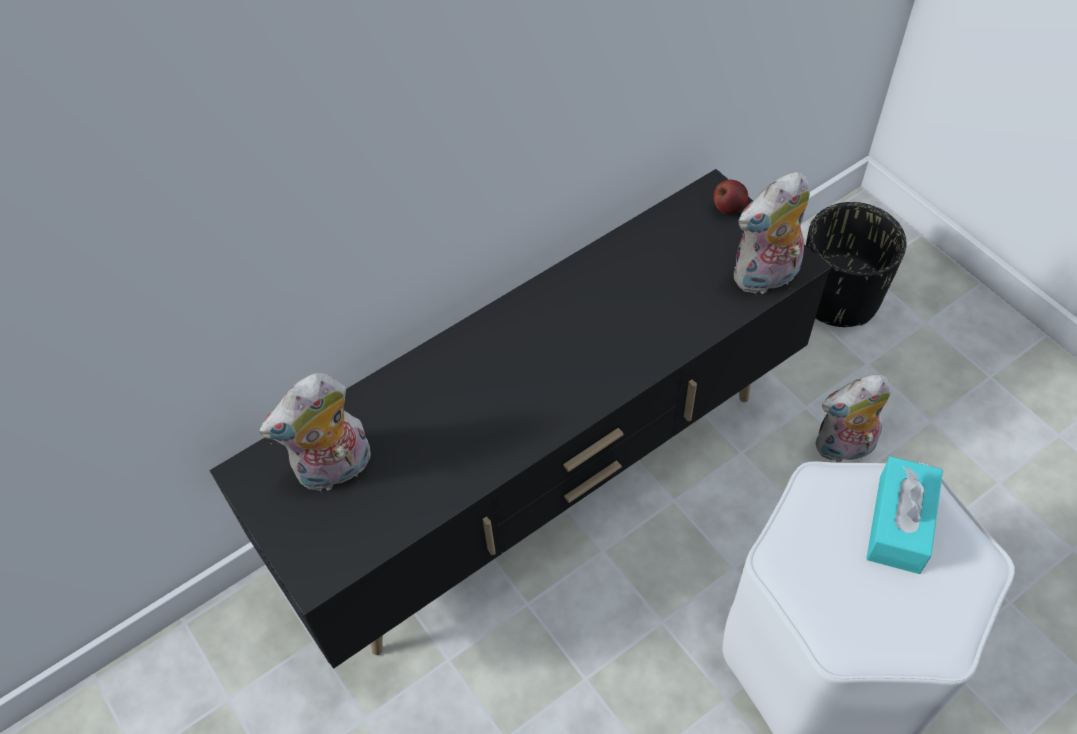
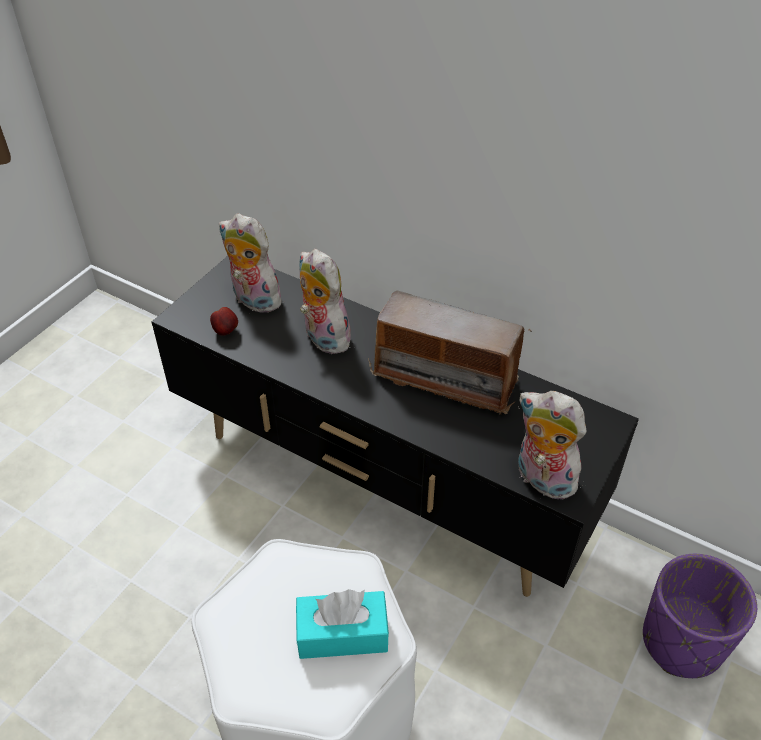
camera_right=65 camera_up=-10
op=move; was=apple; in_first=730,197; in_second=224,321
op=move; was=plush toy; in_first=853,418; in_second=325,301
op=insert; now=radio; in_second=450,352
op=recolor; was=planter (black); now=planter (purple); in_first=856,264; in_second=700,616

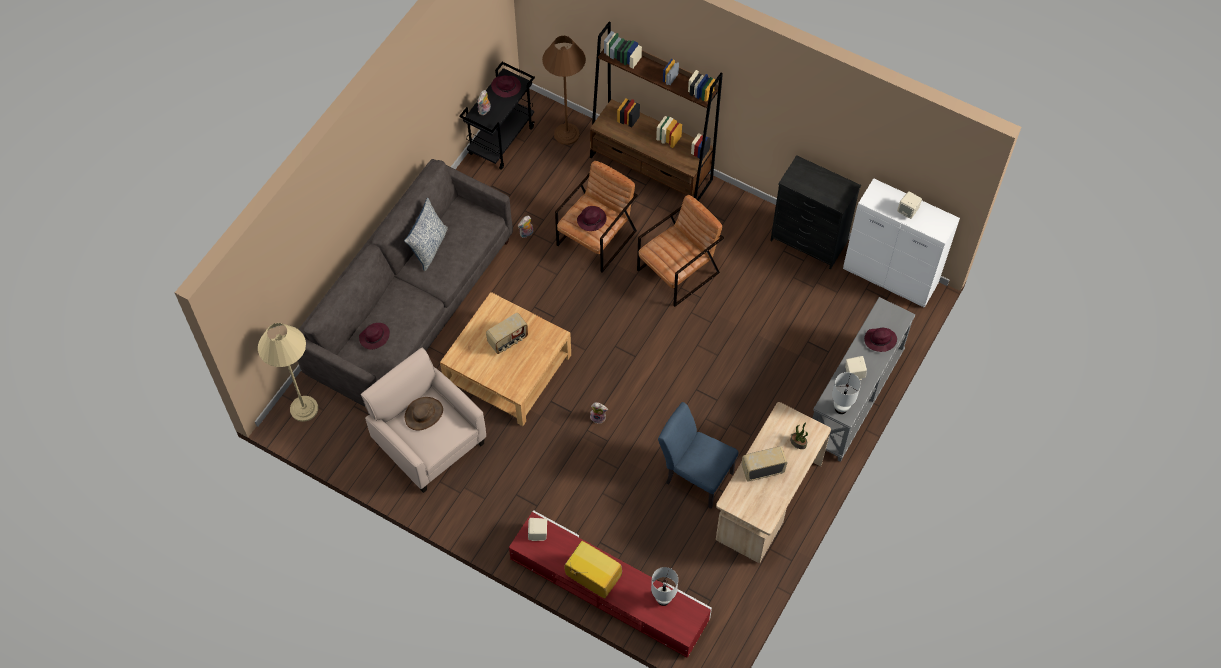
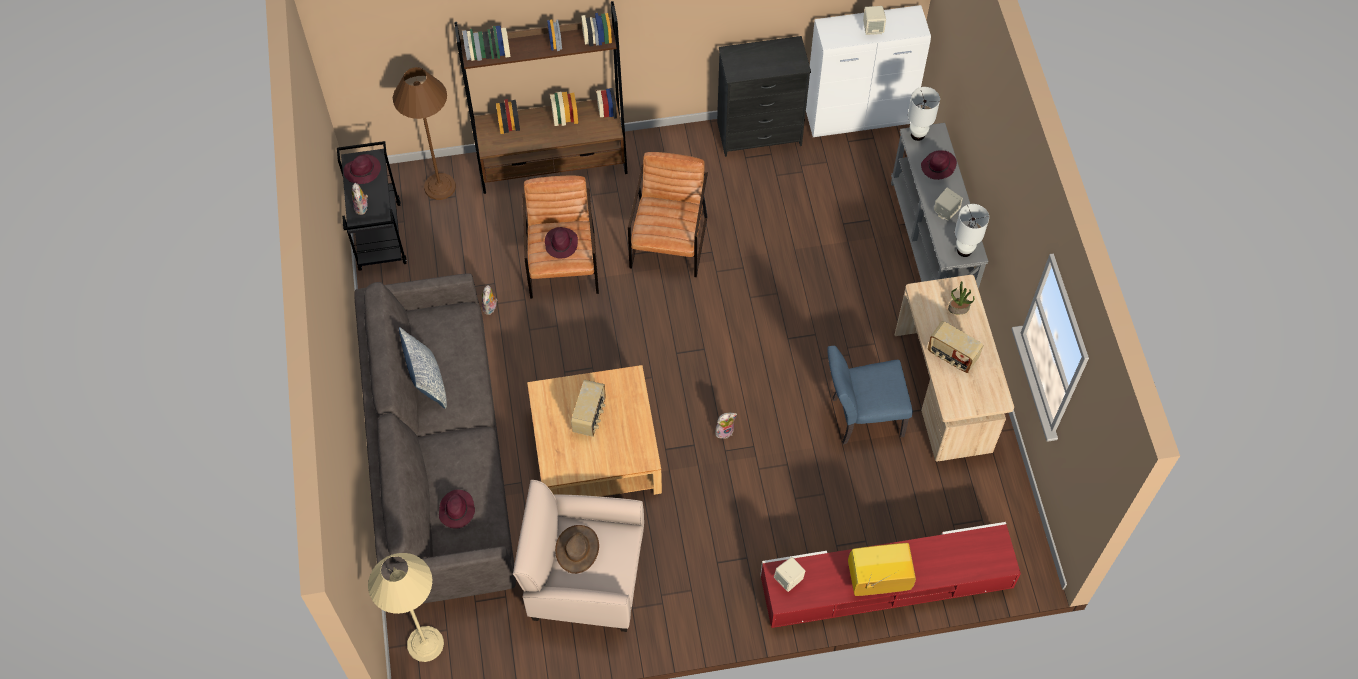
camera_right=-40 camera_up=0
op=move; was=table lamp (white); in_first=664,586; in_second=924,114
op=rotate; was=radio; in_first=764,463; in_second=956,347; clockwise=-90

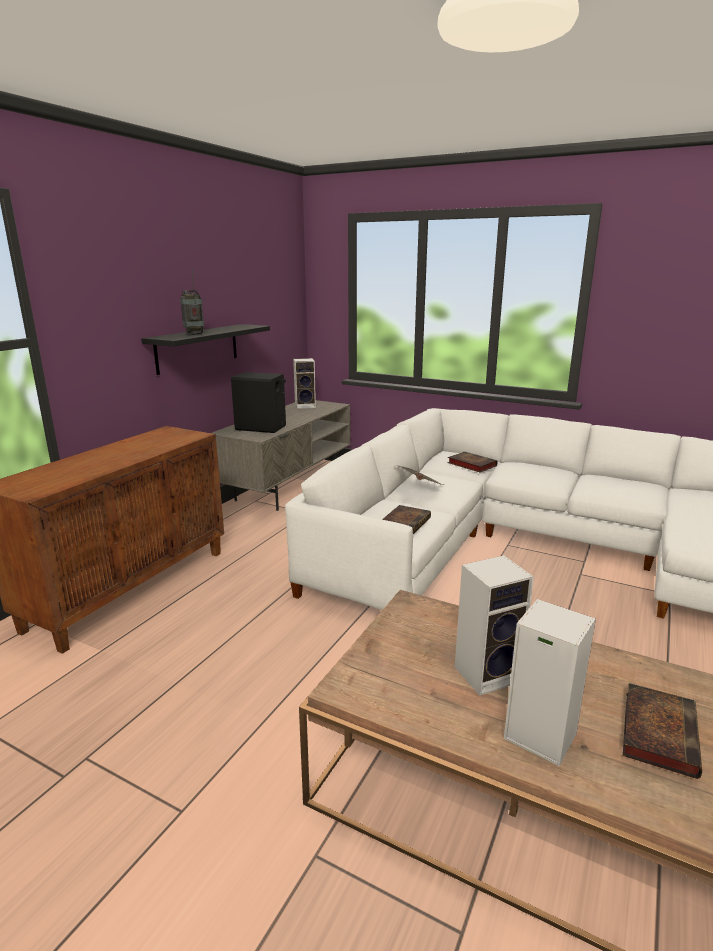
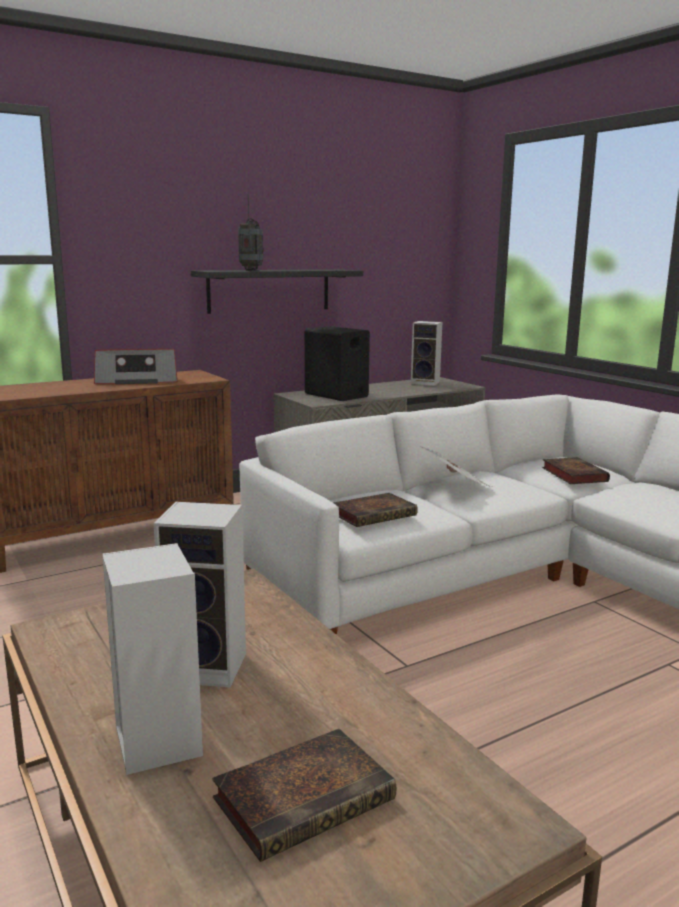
camera_right=30 camera_up=-5
op=insert; now=radio; in_second=135,366

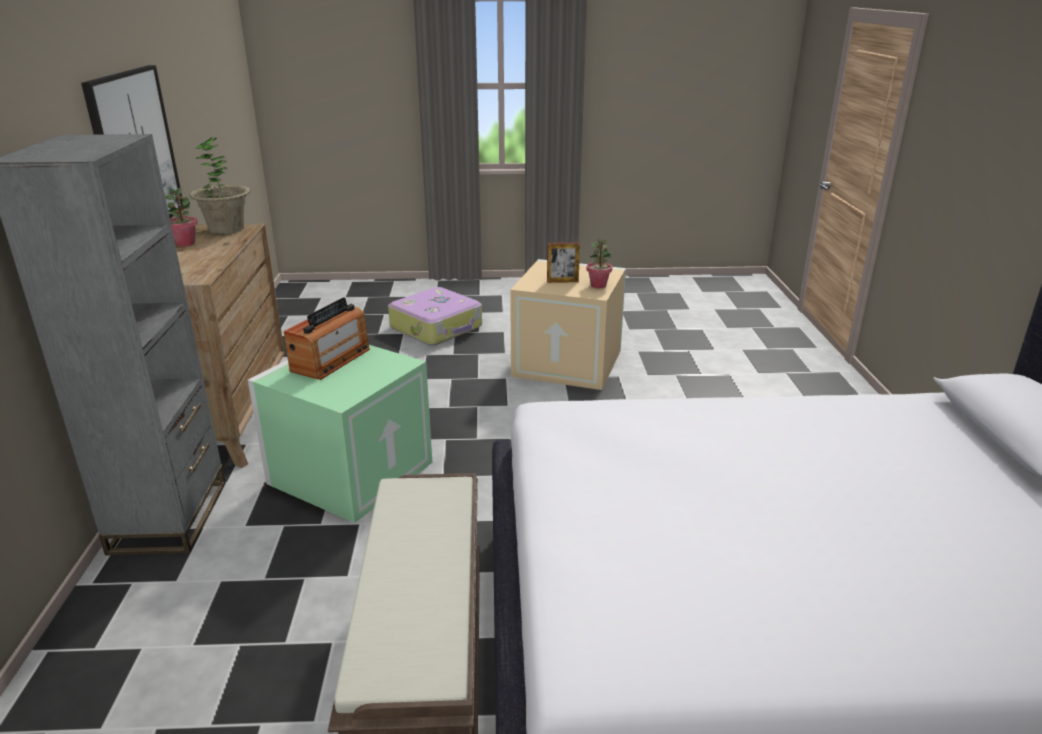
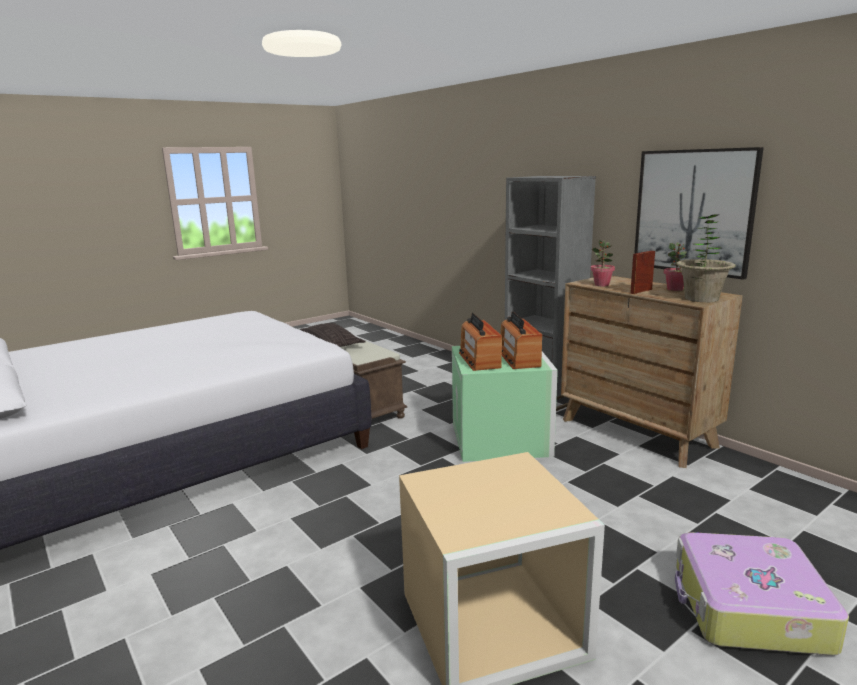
camera_right=145 camera_up=-10
op=insert; now=pillow; in_second=333,335
op=insert; now=radio; in_second=480,342
op=move; was=potted plant; in_first=599,263; in_second=603,263
op=move; was=picture frame; in_first=563,262; in_second=642,272

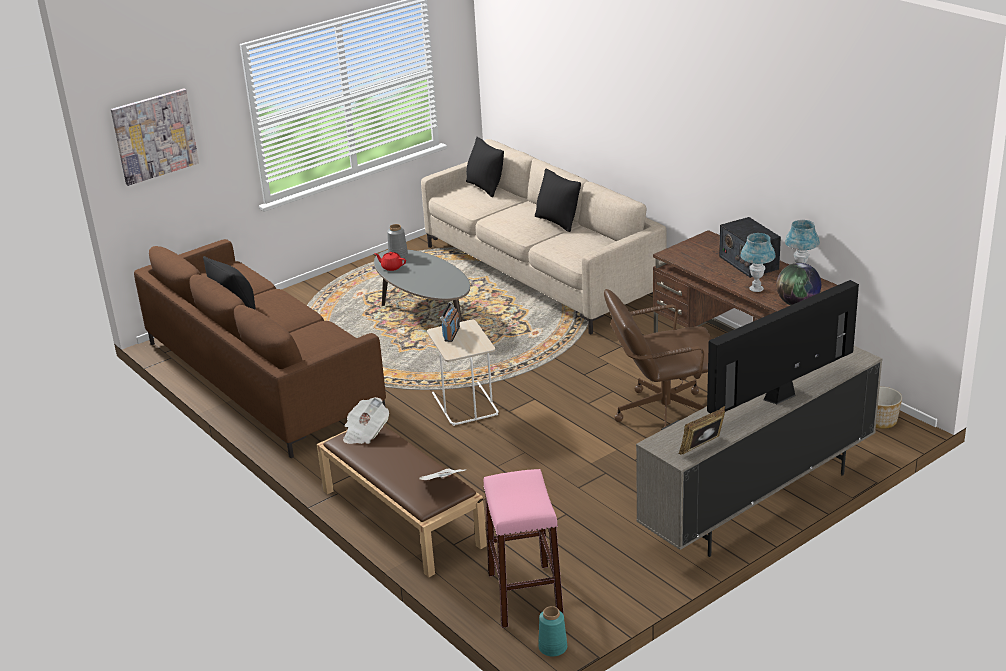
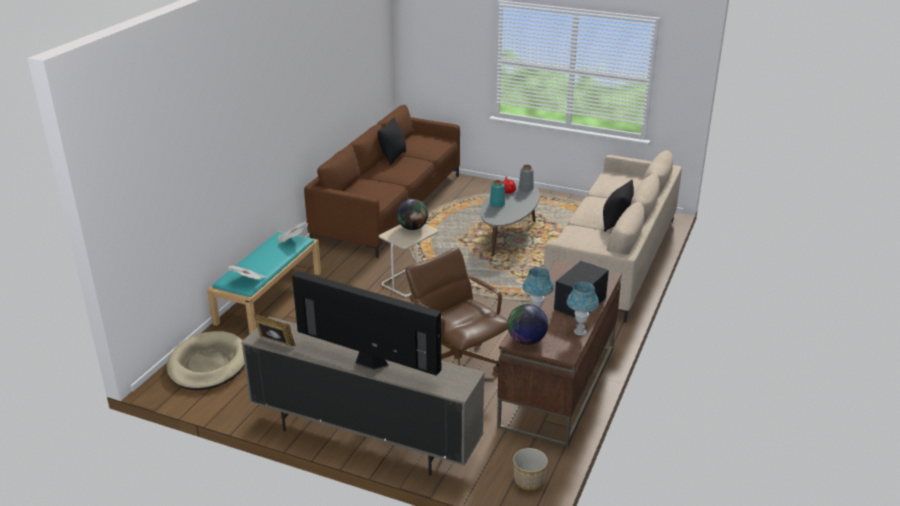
camera_right=60 camera_up=0
op=replace; was=stool (pink); now=dog bed (beige); in_first=523,548; in_second=206,360
op=recolor; was=bench (brown); now=bench (turquoise); in_first=402,501; in_second=264,282
op=replace; was=radio; now=globe; in_first=450,322; in_second=412,214
op=move; was=vase (turquoise); in_first=553,631; in_second=497,193
op=delete; was=picture; in_first=155,137
op=delete; was=pillow (black); in_first=485,167

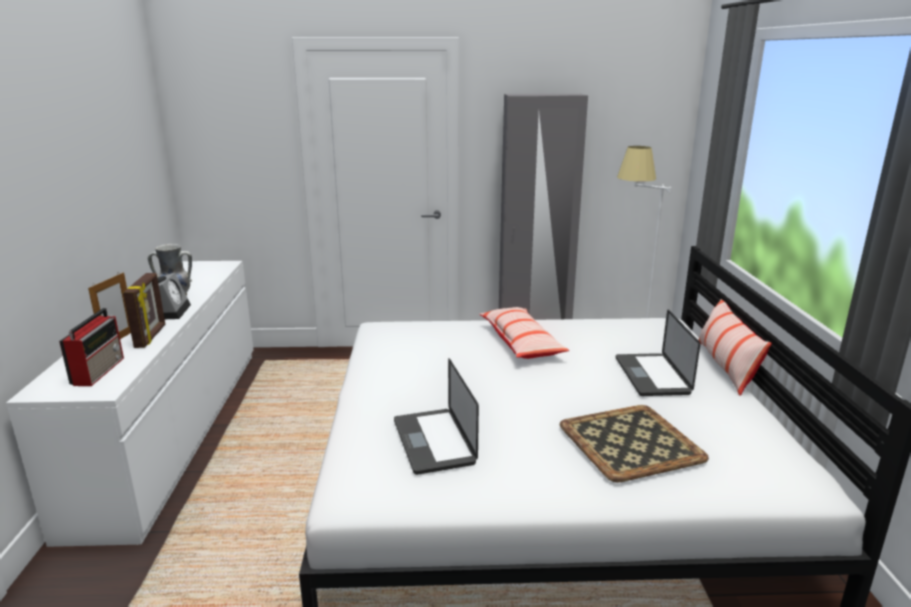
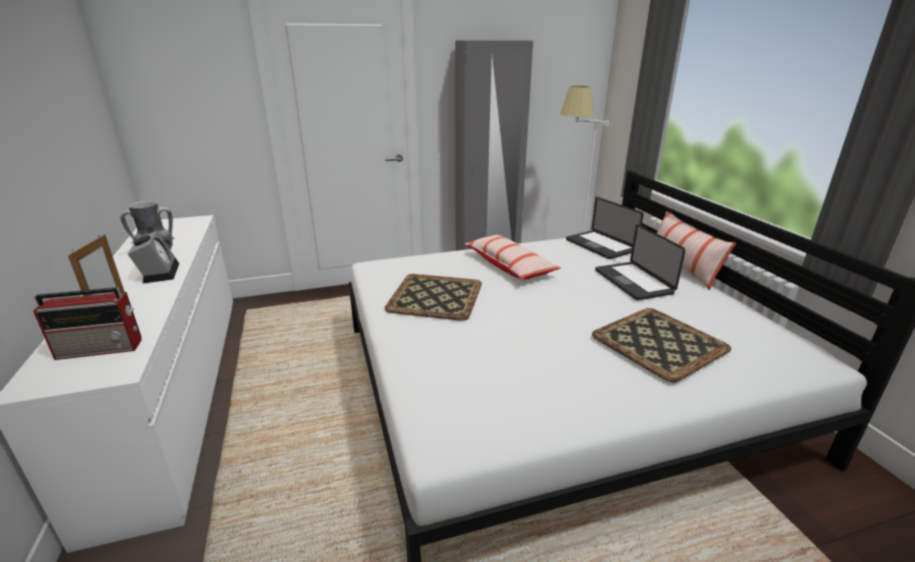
camera_right=-15 camera_up=5
op=rotate; was=radio; in_first=91,347; in_second=87,323; clockwise=90
op=insert; now=tray; in_second=433,297
op=move; was=laptop; in_first=436,416; in_second=605,228
op=delete; was=picture frame; in_first=144,310

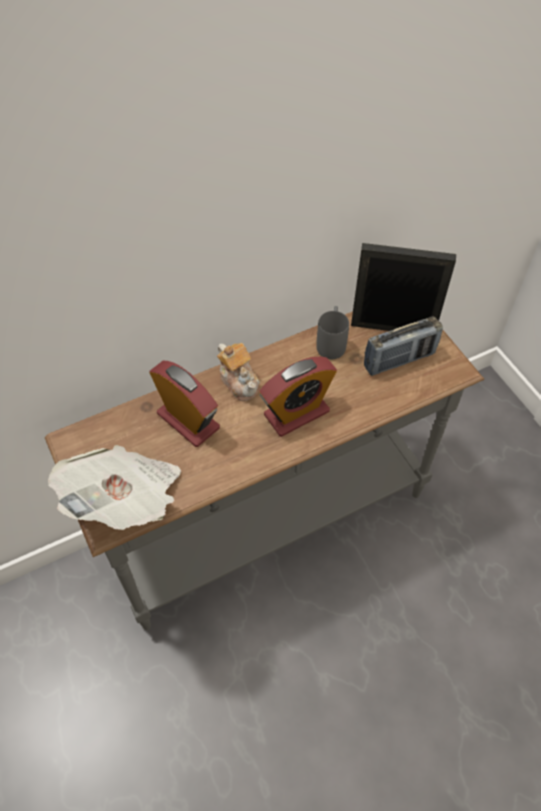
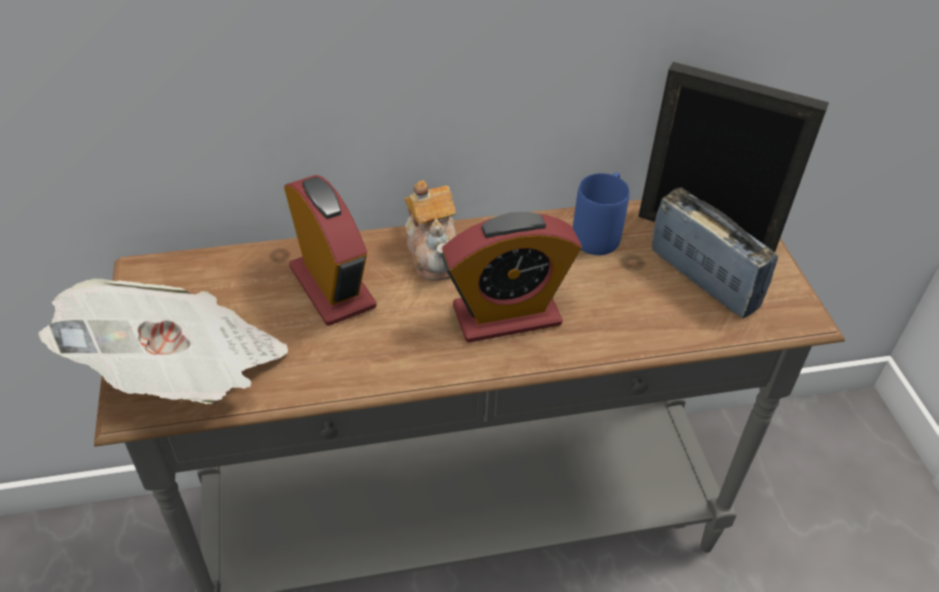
camera_right=15 camera_up=-10
op=recolor; was=mug (grey); now=mug (blue); in_first=332,332; in_second=601,213
op=rotate; was=radio; in_first=403,346; in_second=715,253; clockwise=-120

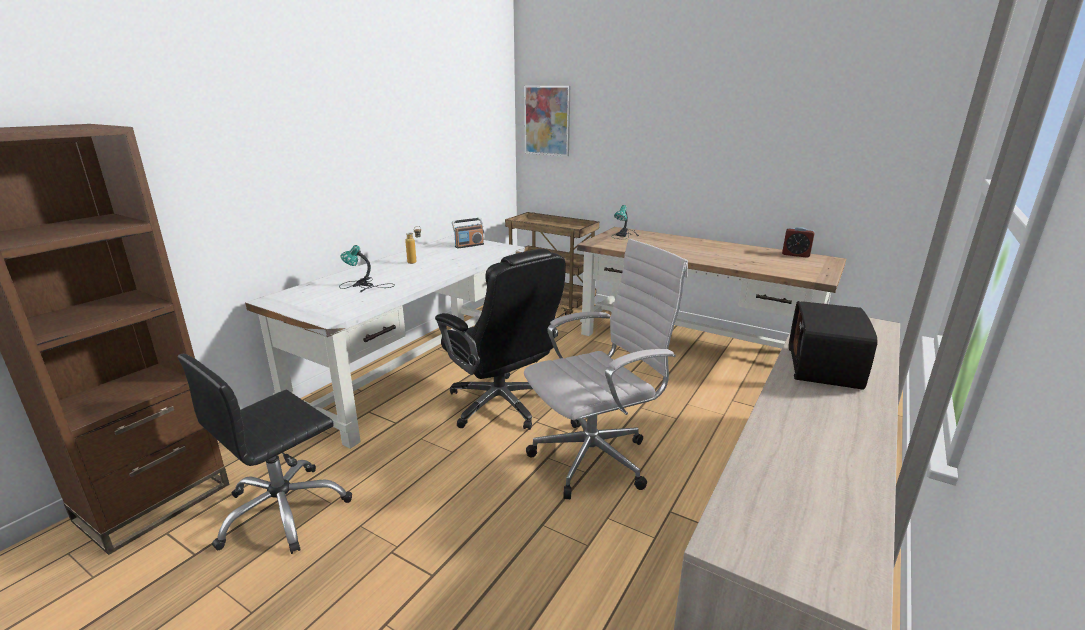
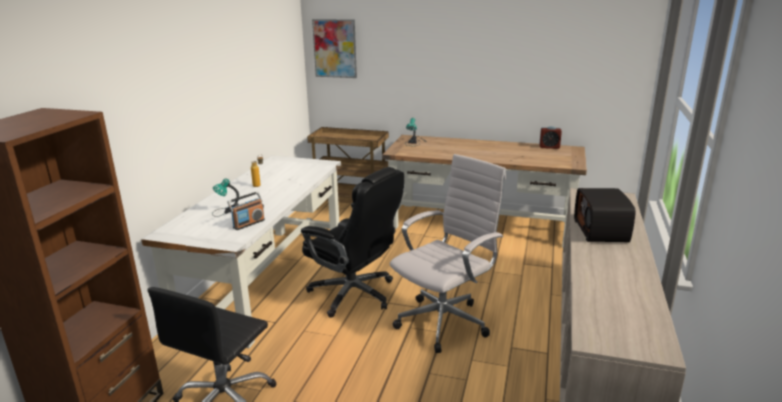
camera_right=-15 camera_up=0
op=move; was=radio; in_first=468,233; in_second=246,210

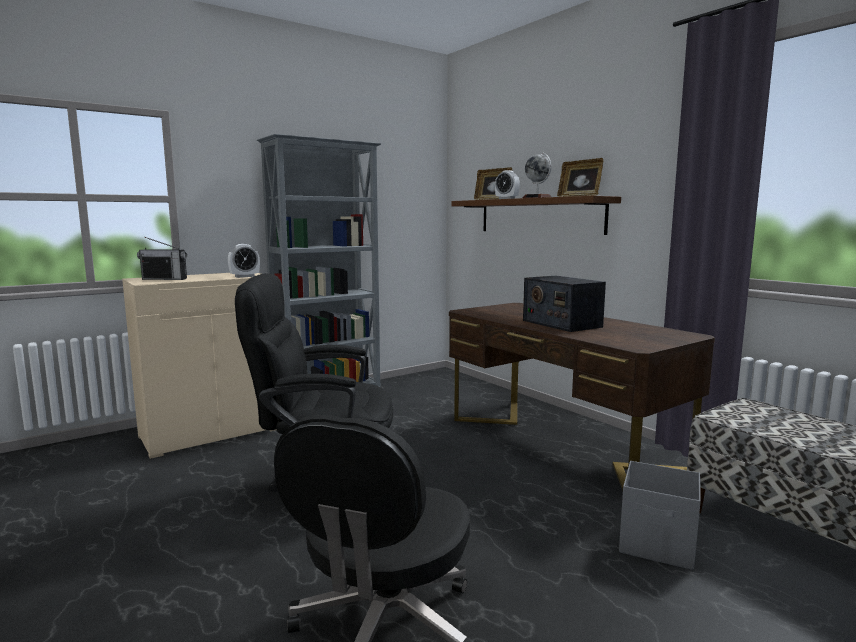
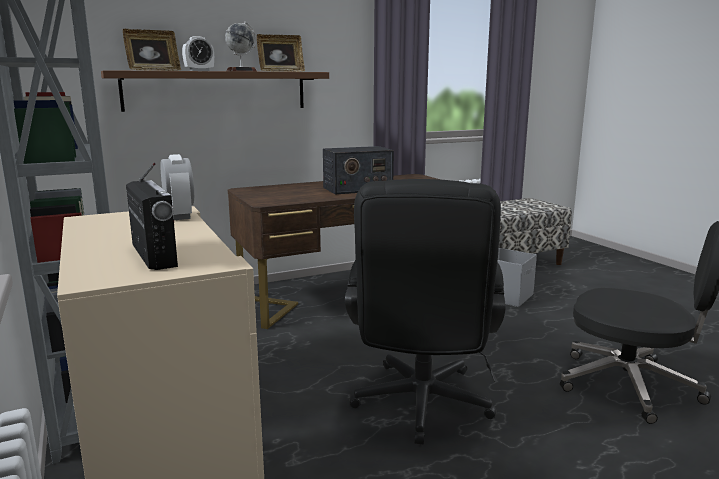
camera_right=-80 camera_up=5
op=rotate; was=radio; in_first=162,258; in_second=152,216; clockwise=-45

